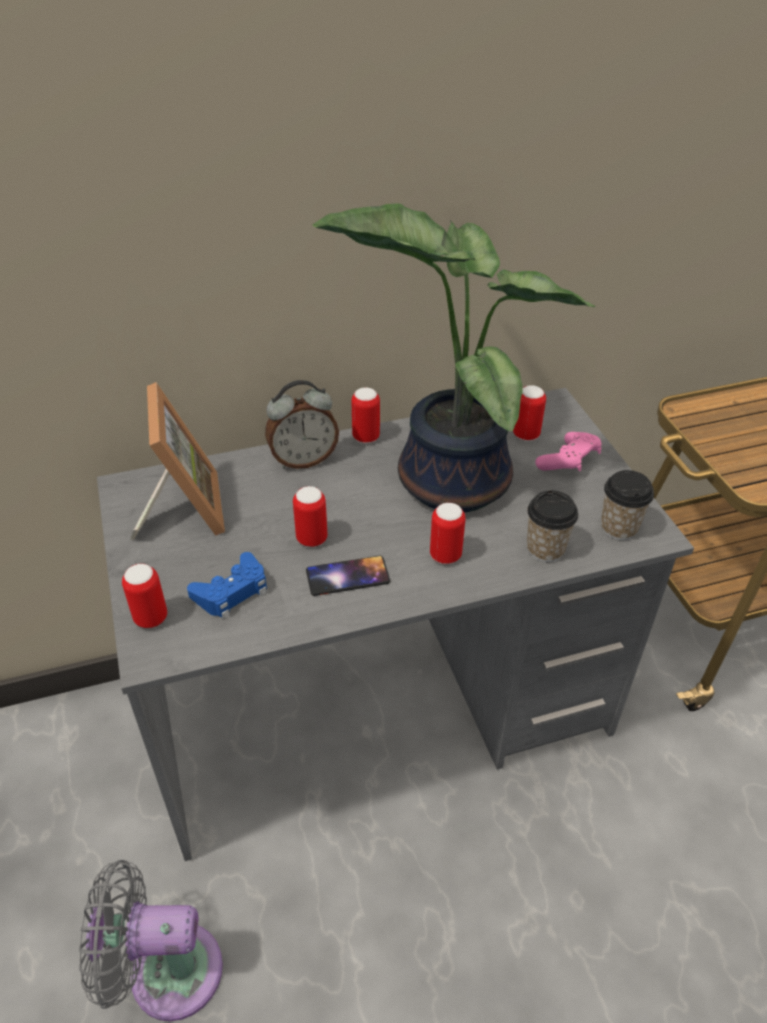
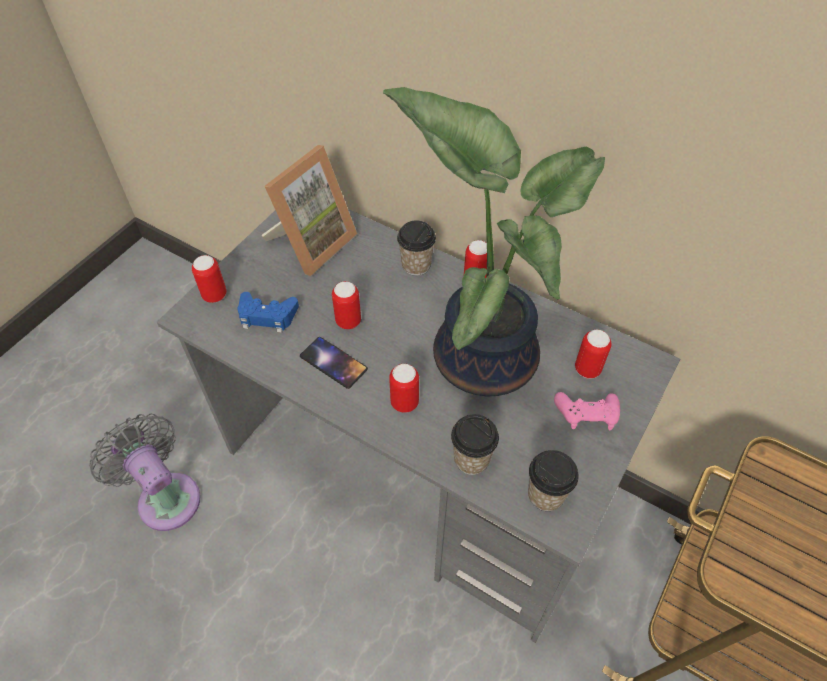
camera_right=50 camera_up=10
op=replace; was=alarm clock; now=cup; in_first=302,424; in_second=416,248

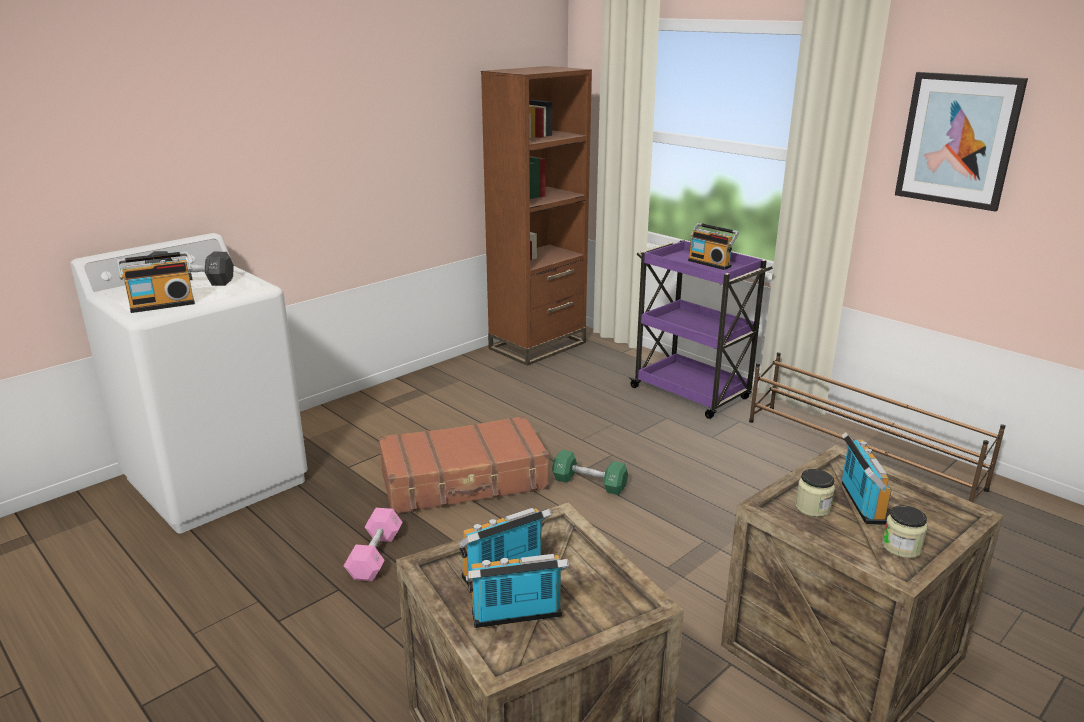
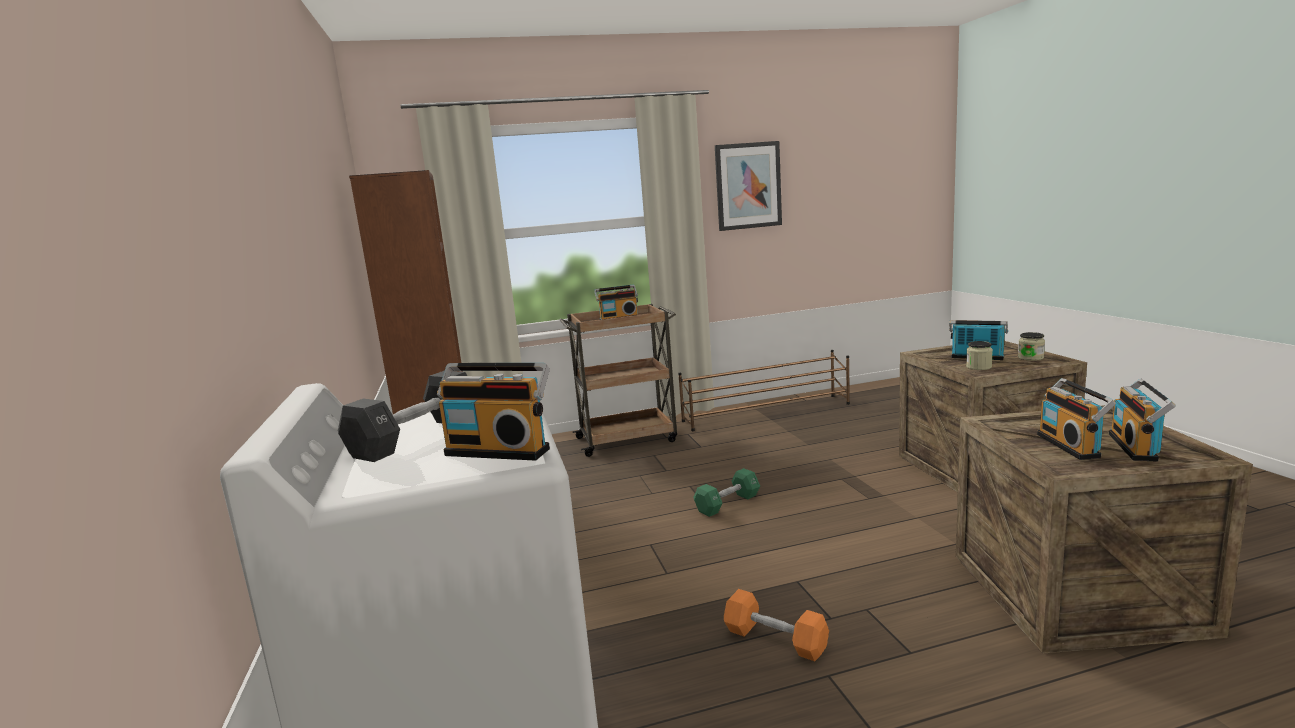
camera_right=-60 camera_up=-10
op=rotate; was=radio; in_first=156,282; in_second=493,412; clockwise=105
op=recolor; was=cart (purple); now=cart (brown); in_first=700,329; in_second=618,380
op=recolor; was=dumbbell (pink); now=dumbbell (orange); in_first=373,544; in_second=776,625
op=delete; was=suitcase (brown); in_first=463,464

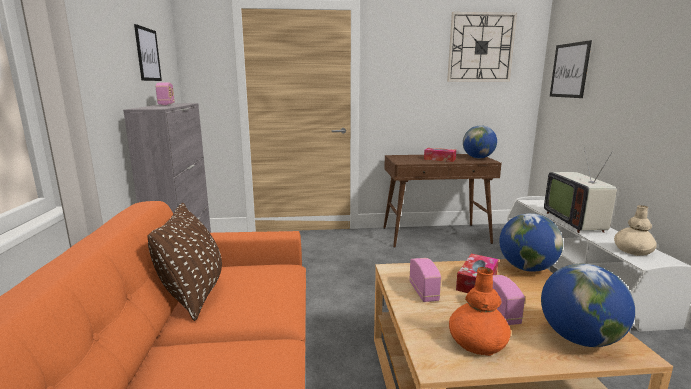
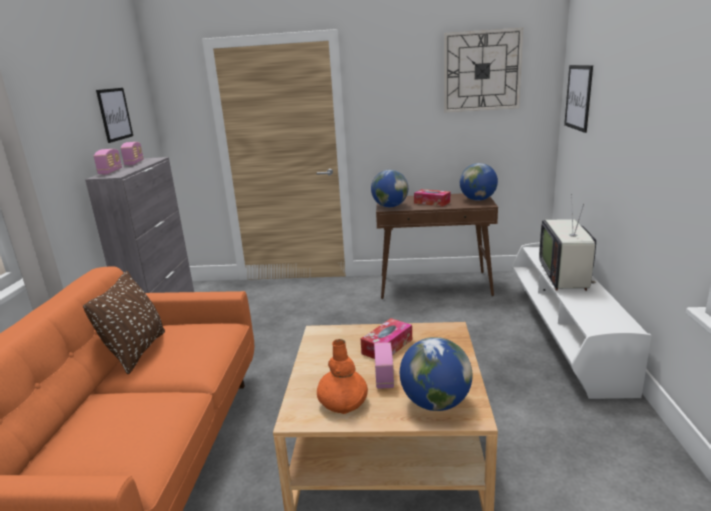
camera_right=10 camera_up=5
op=move; was=radio; in_first=425,280; in_second=108,162
op=move; was=globe; in_first=531,242; in_second=389,188
op=delete; was=vase (beige); in_first=635,230

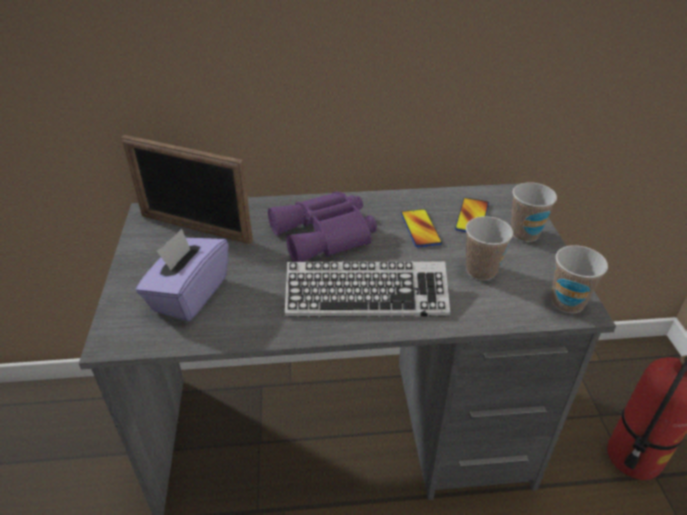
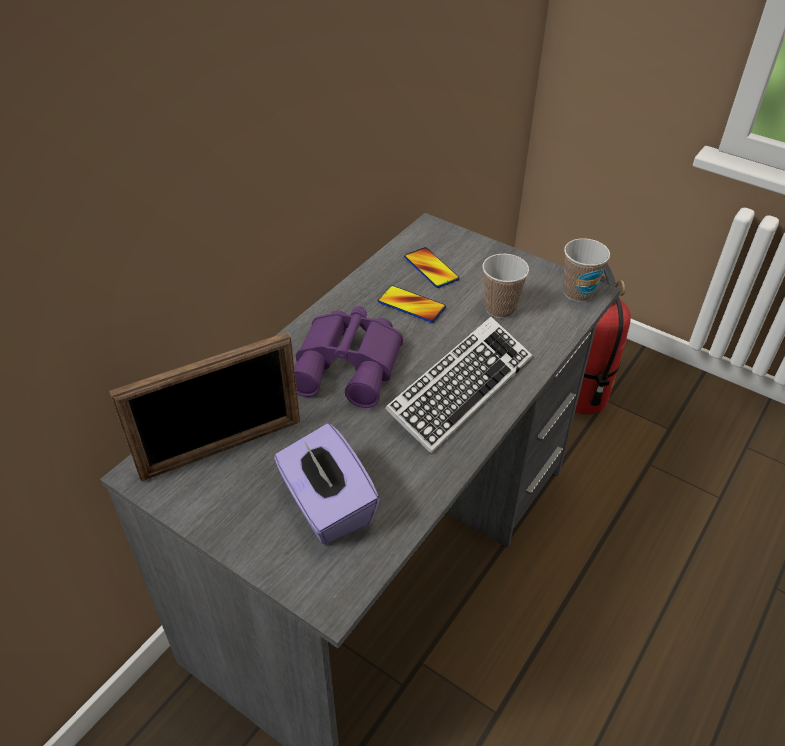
camera_right=-50 camera_up=5
op=delete; was=cup; in_first=534,212

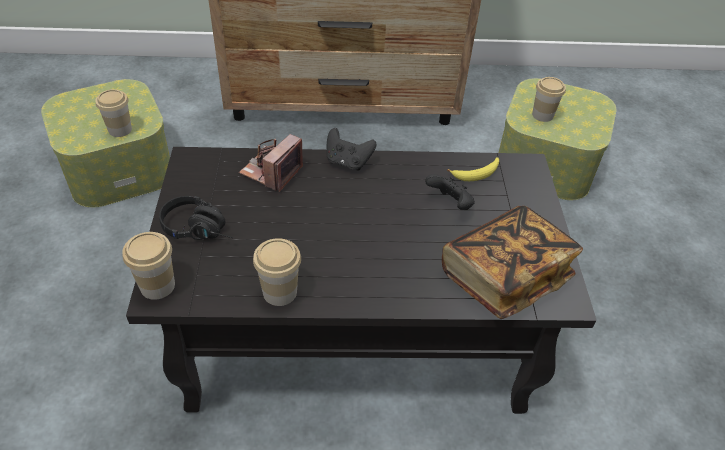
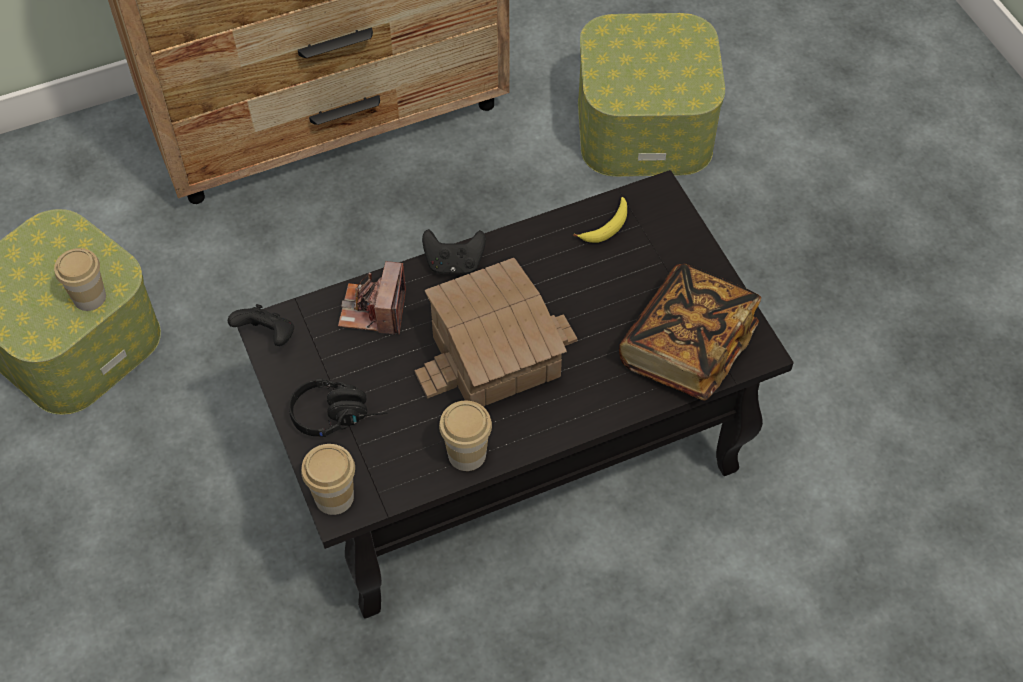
camera_right=-20 camera_up=10
op=move; was=game controller (black); in_first=450,192; in_second=261,325
op=insert; now=toy house; in_second=496,332
op=delete; was=cup; in_first=549,99

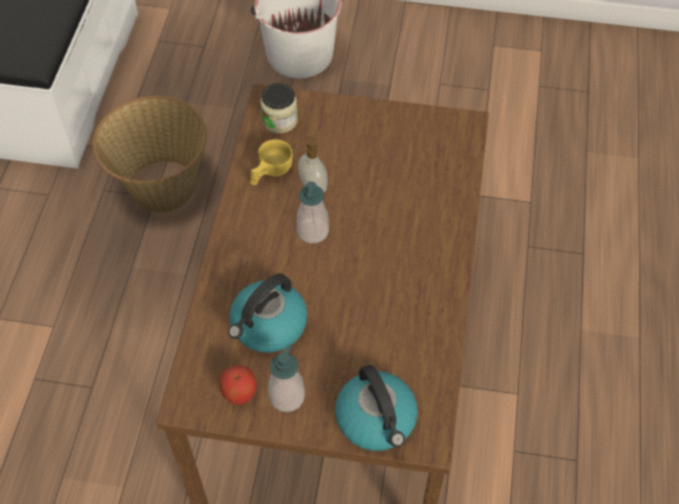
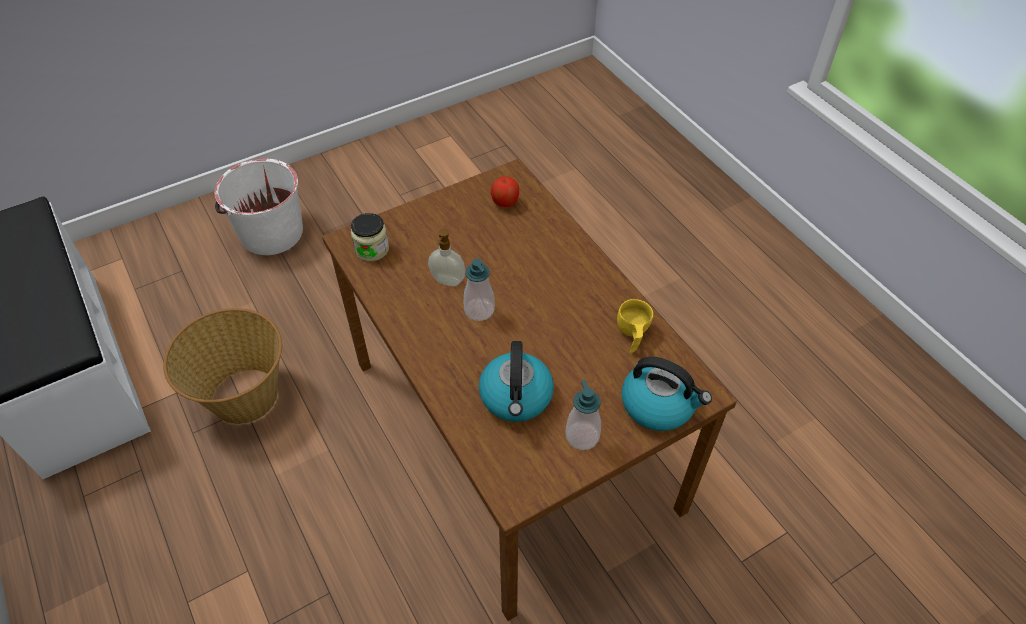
camera_right=-40 camera_up=-5
op=move; was=apple; in_first=238,385; in_second=505,191
op=move; was=cup (yellow); in_first=271,162; in_second=635,326

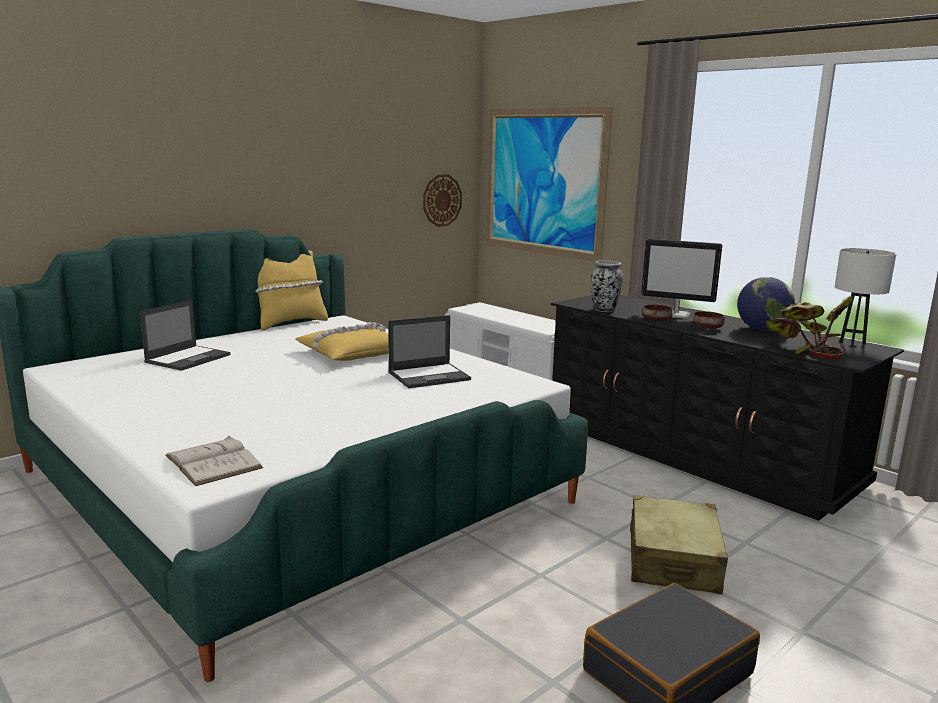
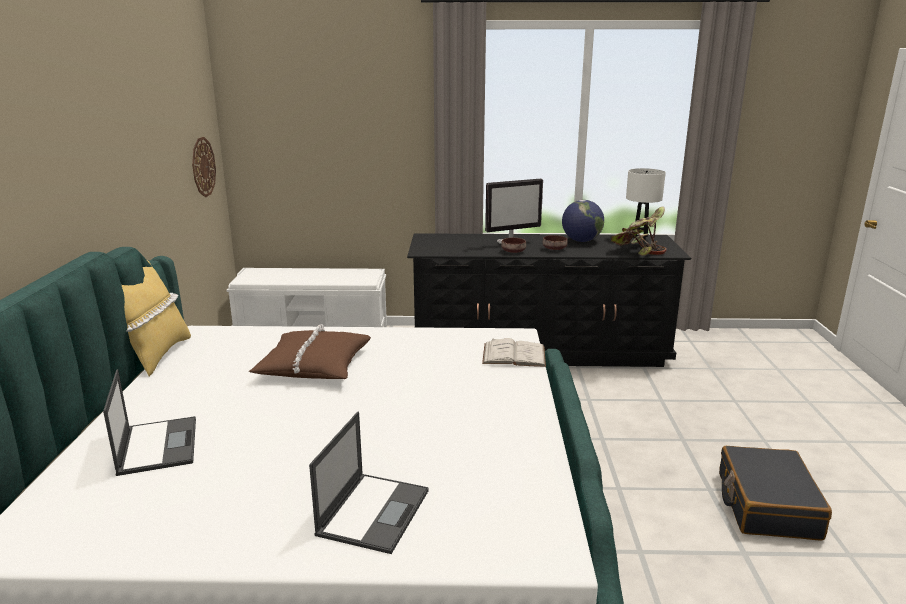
camera_right=-45 camera_up=5
op=recolor; was=pillow (yellow); now=pillow (brown); in_first=342,341; in_second=310,351
op=move; was=laptop; in_first=429,351; in_second=369,483
op=move; was=book (white); in_first=214,460; in_second=514,352
op=delete; was=picture; in_first=549,184
op=delete; was=vase; in_first=607,286
op=delete; was=suitcase (beige); in_first=679,544

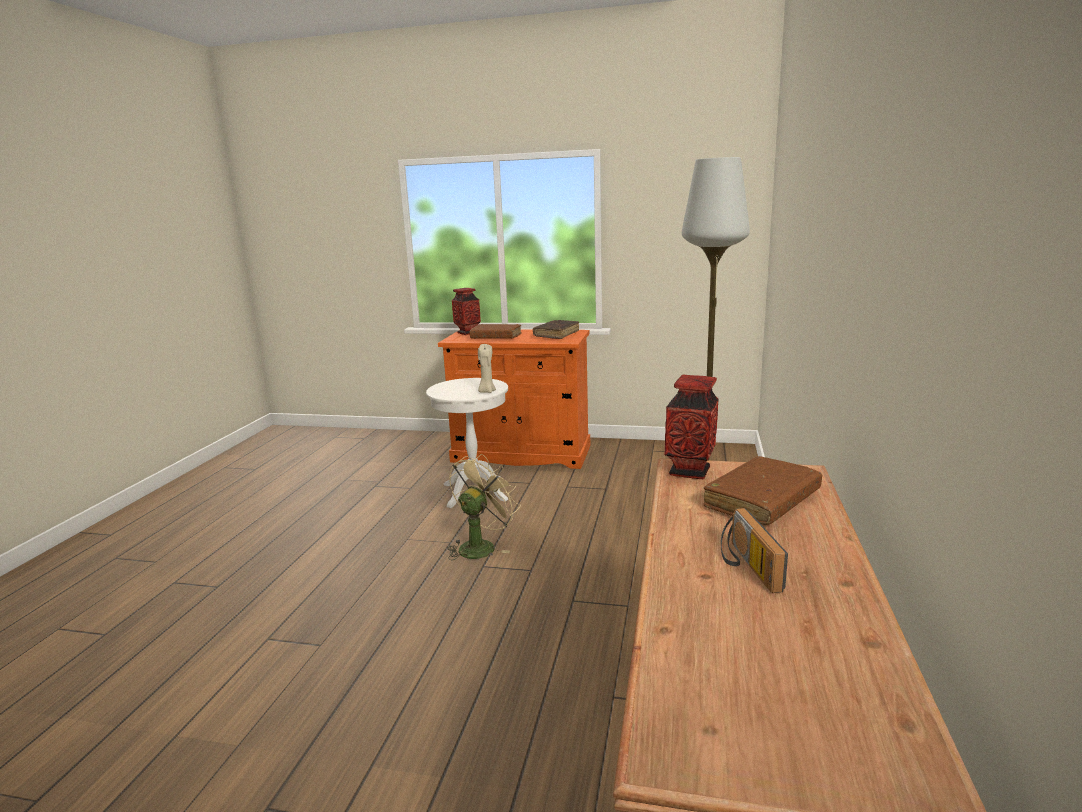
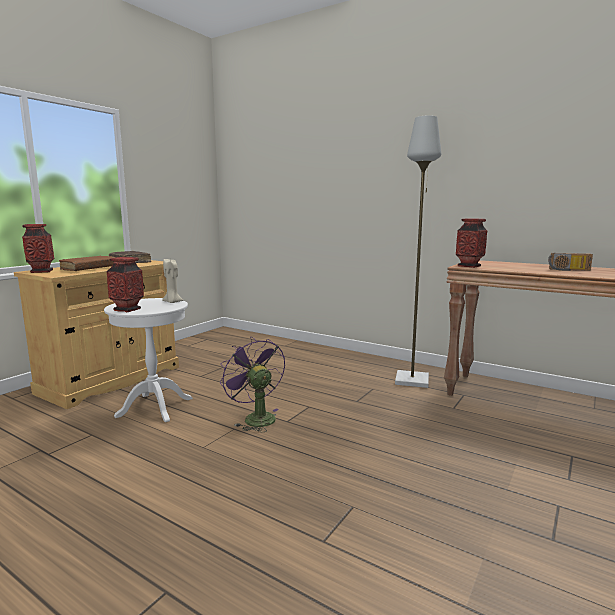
camera_right=-70 camera_up=-5
op=recolor; was=cabinet (orange); now=cabinet (beige); in_first=514,399; in_second=96,334
op=insert; now=vase; in_second=125,284
op=recolor; was=fan (beige); now=fan (purple); in_first=484,507; in_second=252,384
op=delete; was=book (brown); in_first=763,490

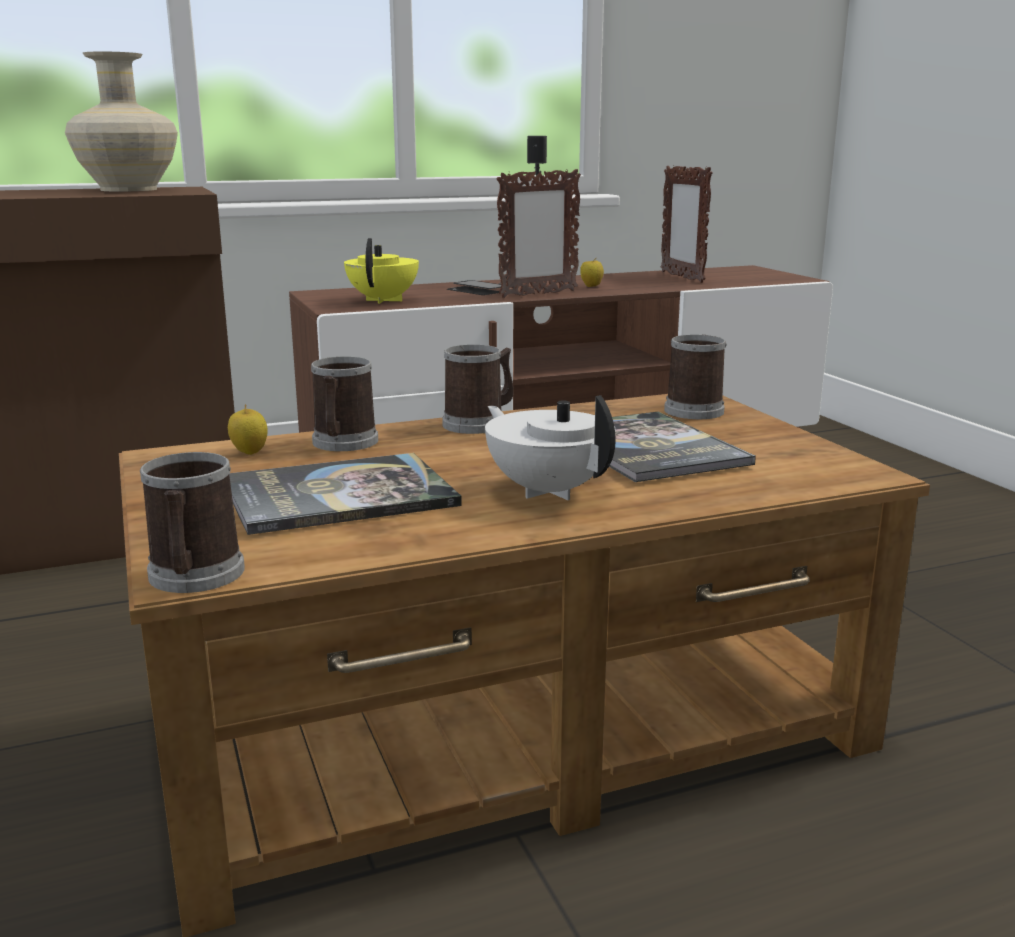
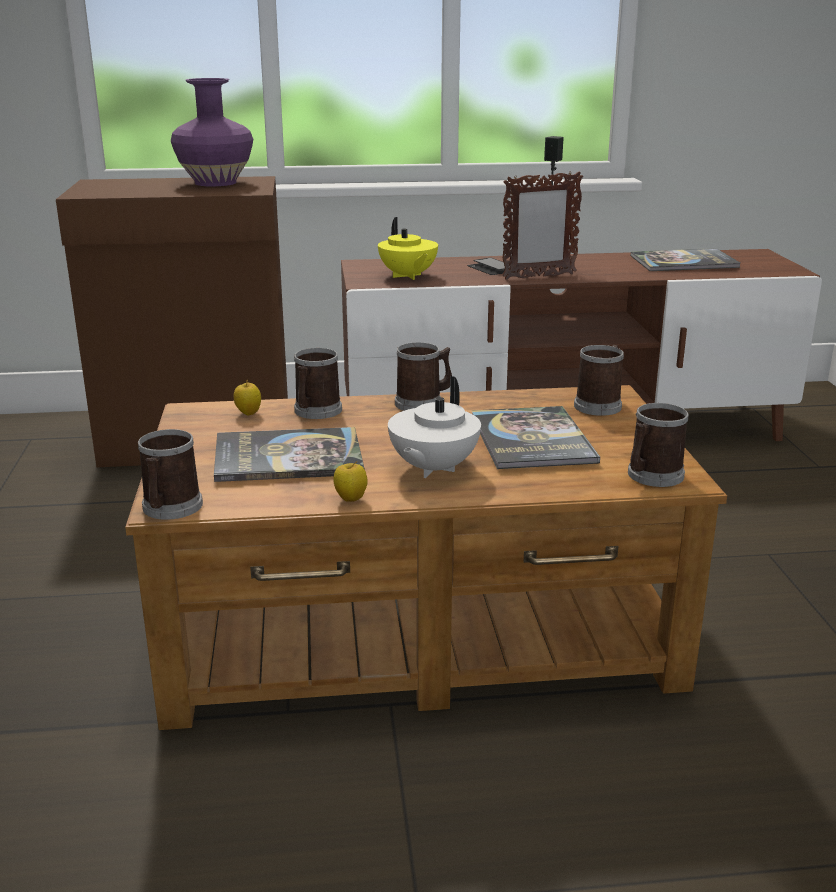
camera_right=15 camera_up=5
op=recolor; was=vase (beige); now=vase (purple); in_first=121,122; in_second=212,132
op=move; was=apple; in_first=592,272; in_second=350,481
op=rotate; was=teapot (yellow); in_first=381,271; in_second=408,248; clockwise=135
op=rotate; was=teapot (white); in_first=550,447; in_second=434,427; clockwise=-135
op=insert; now=mug; in_second=658,445
op=replace; was=picture frame; now=book; in_first=686,224; in_second=685,259

